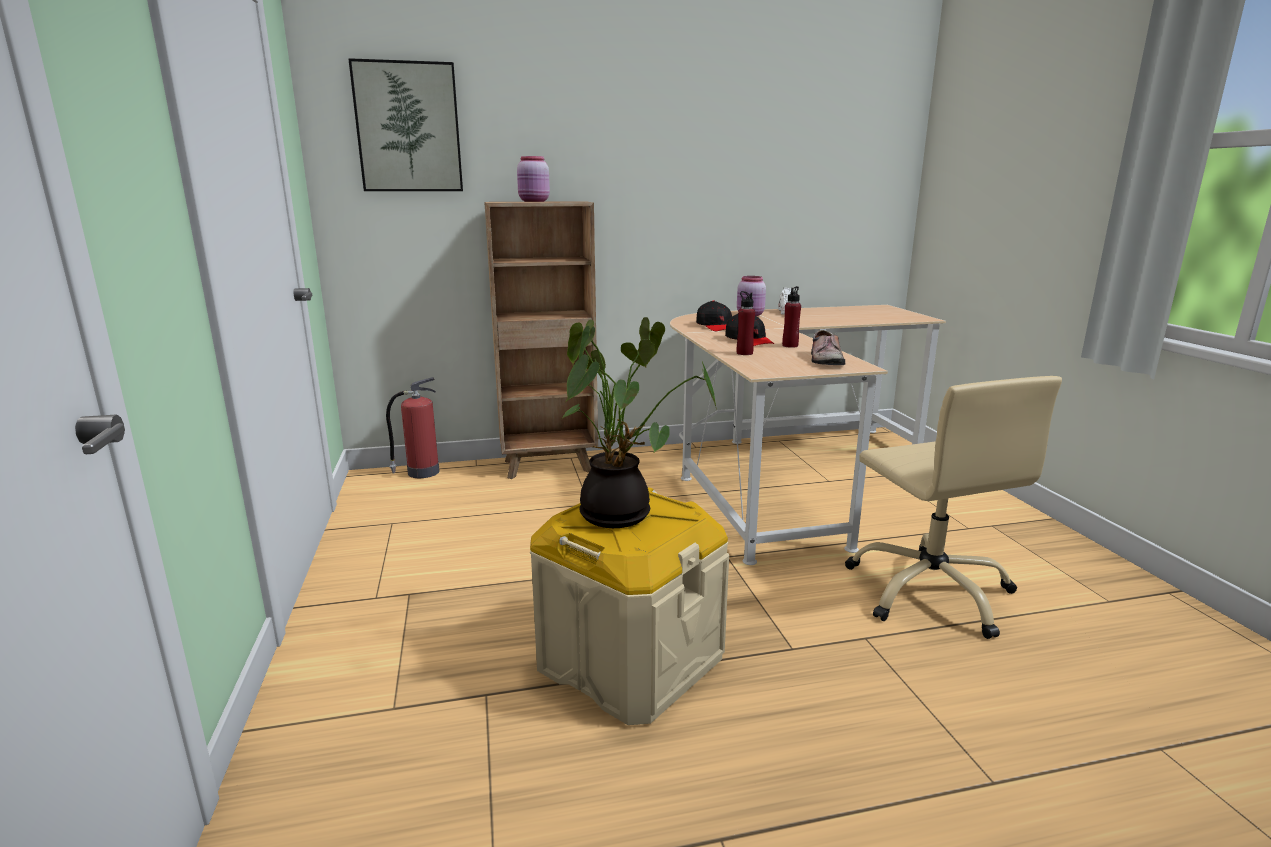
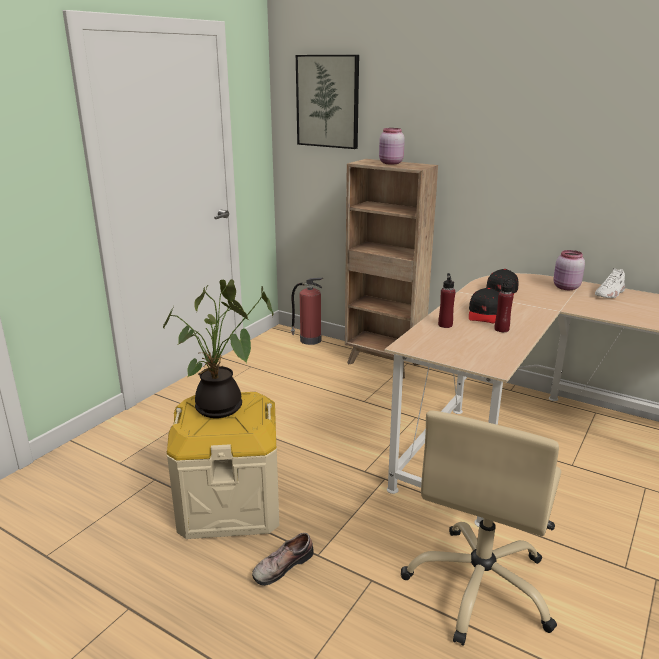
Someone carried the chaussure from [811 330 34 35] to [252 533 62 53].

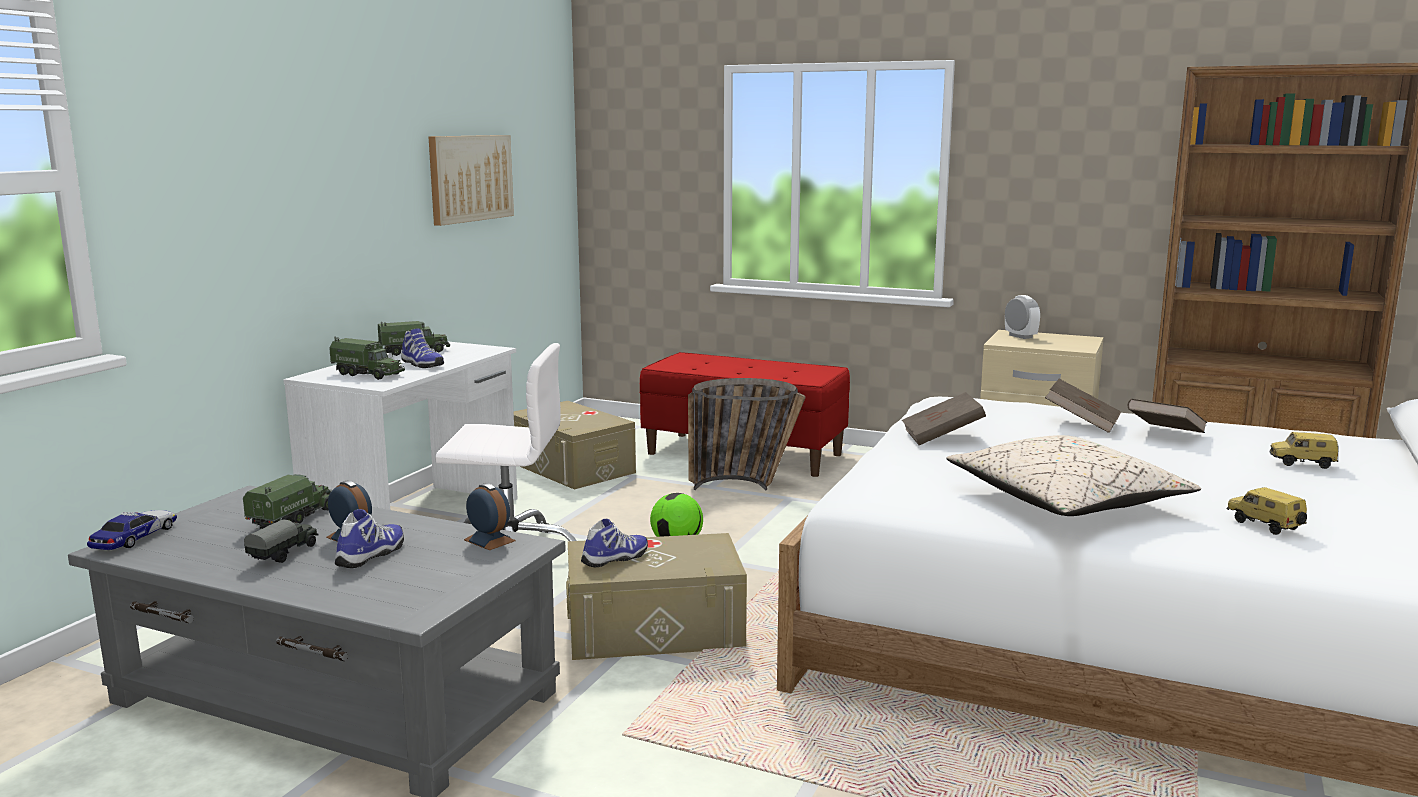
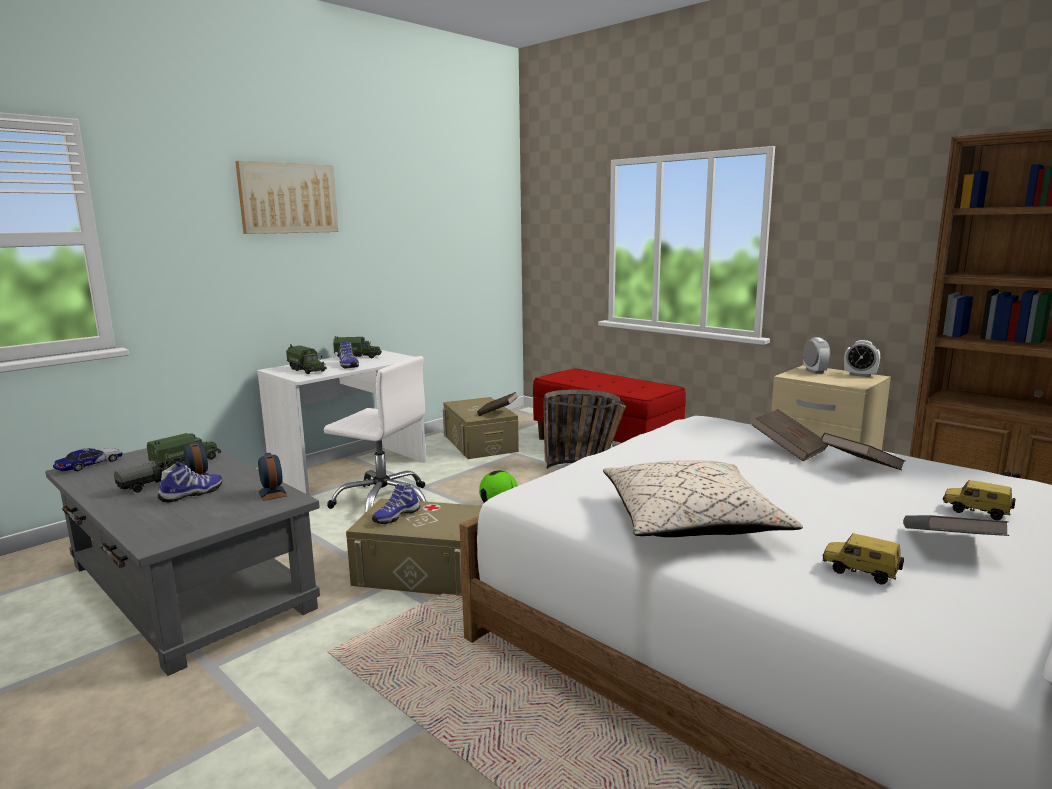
Someone put down the réveil at [844 340 36 37].
Someone put down the livre [gris] at [903 515 106 21].
Someone carried the tableau from [428 135 86 91] to [235 161 103 73].
Someone carried the livre [marron] from [902 392 84 53] to [477 392 41 24].
Someone rotated the chaussure at [581 519 67 48] by 150 degrees clockwise.
Someone rotated the petite voiture at [1227 487 80 48] by 45 degrees counterclockwise.

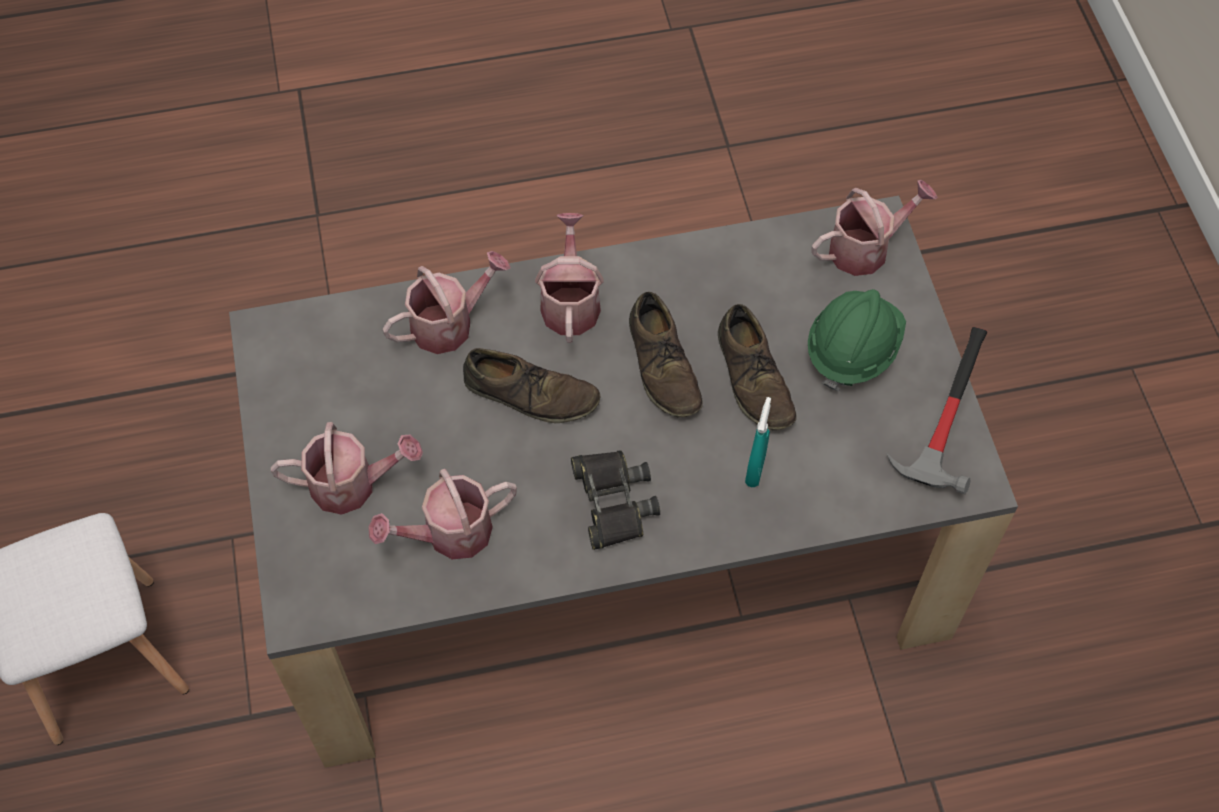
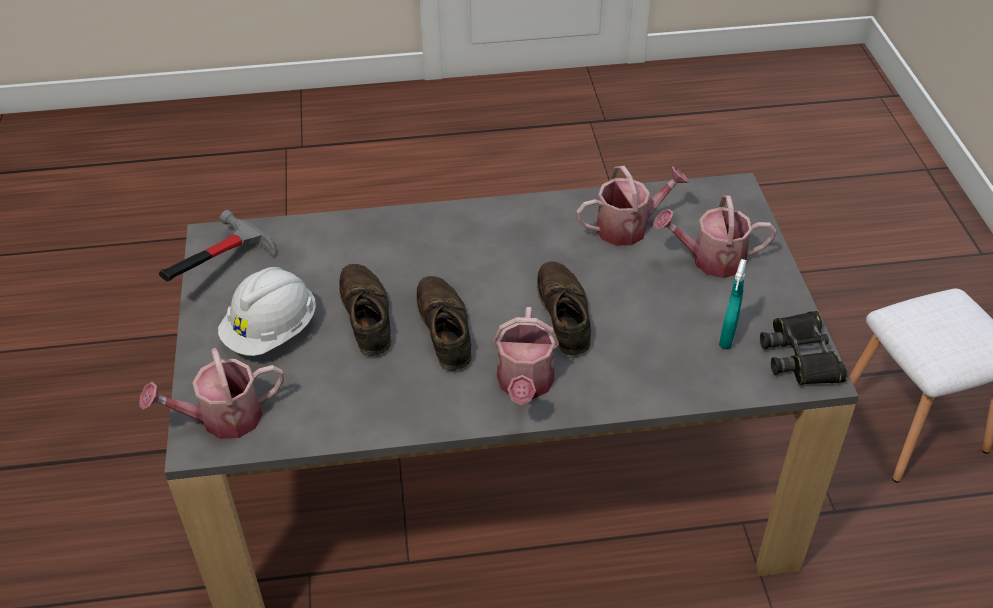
Someone took away the arrosoir at [382 251 129 103].
Someone carried the jumelles [noir] from [571 450 89 100] to [760 311 87 74].
Someone carried the vaporisateur [turquoise] from [745 397 26 90] to [719 259 28 90].
Someone repainted the casque de chantier [vert] at [808 289 98 103], which became the casque de chantier [blanc] at [218 267 98 89].
Someone rotated the chaussure [marron] at [463 348 137 75] by 60 degrees clockwise.

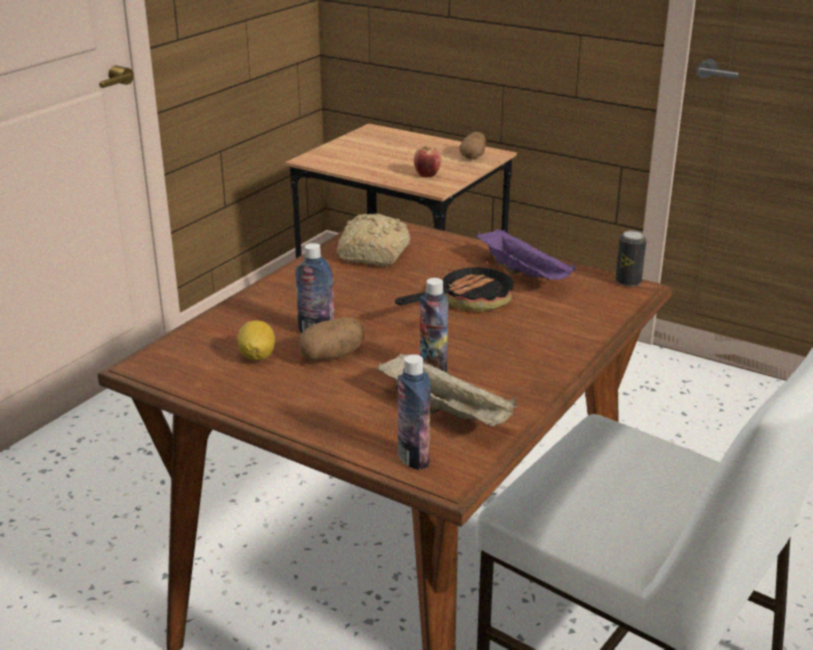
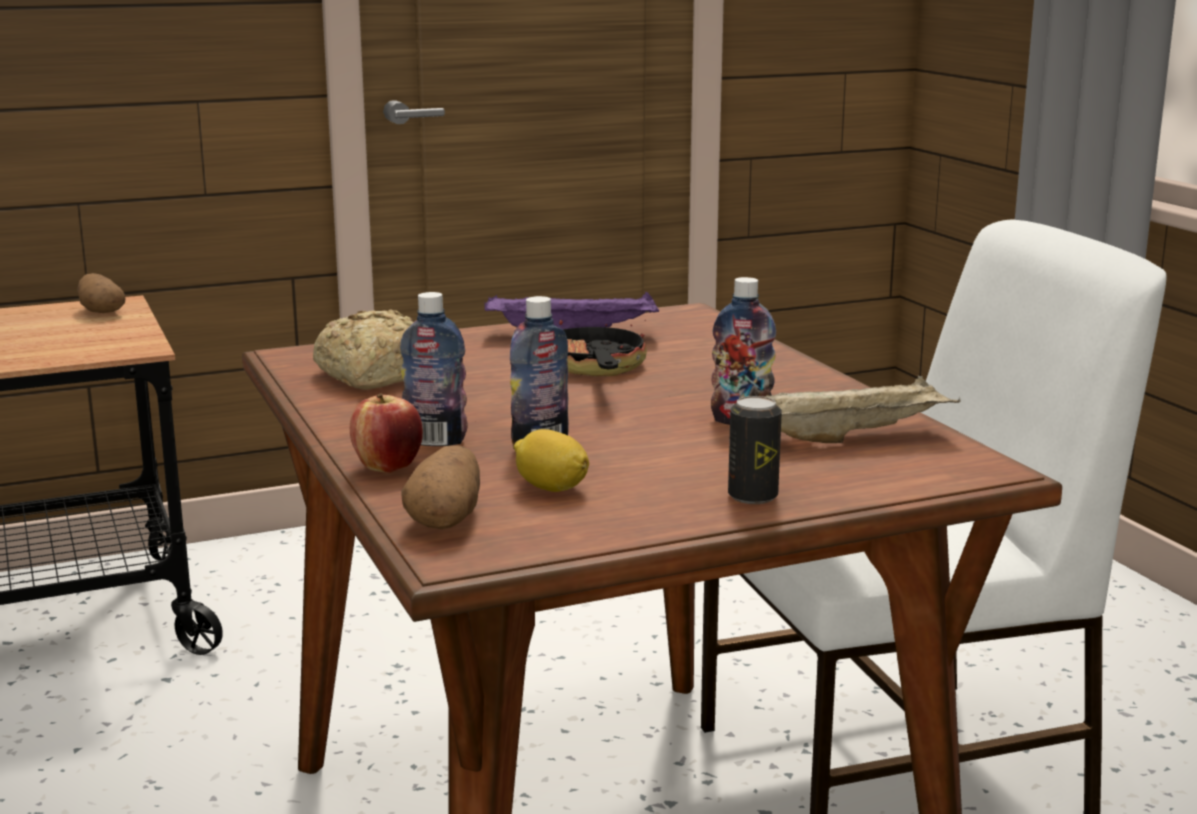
Someone carried the pomme de terre from [299 317 65 44] to [401 445 79 84].
Someone carried the bouteille from [398 354 32 116] to [400 292 68 154].
Someone carried the pomme from [414 146 27 31] to [350 393 73 80].
Someone carried the boîte métallique from [616 230 31 56] to [728 396 54 108].

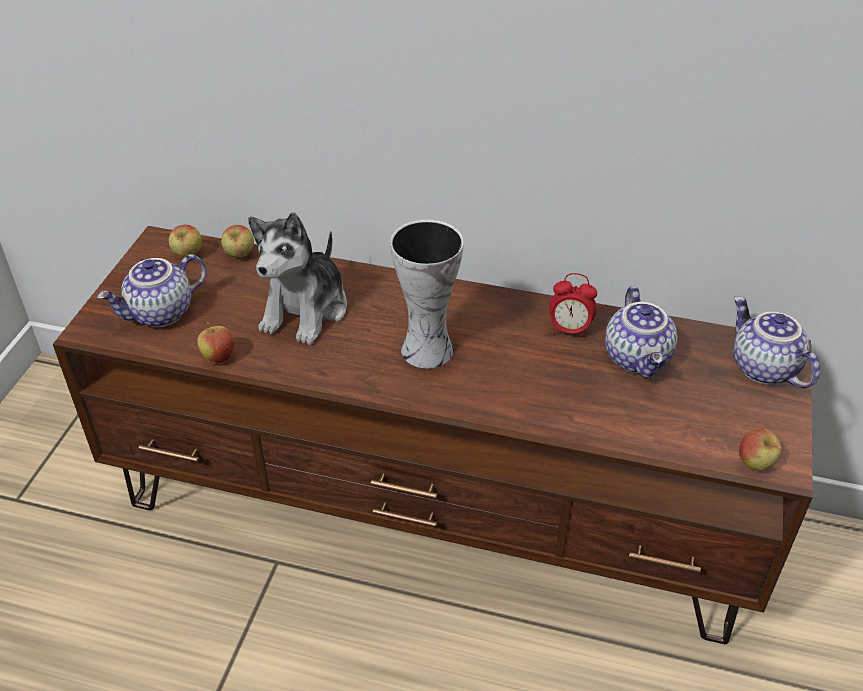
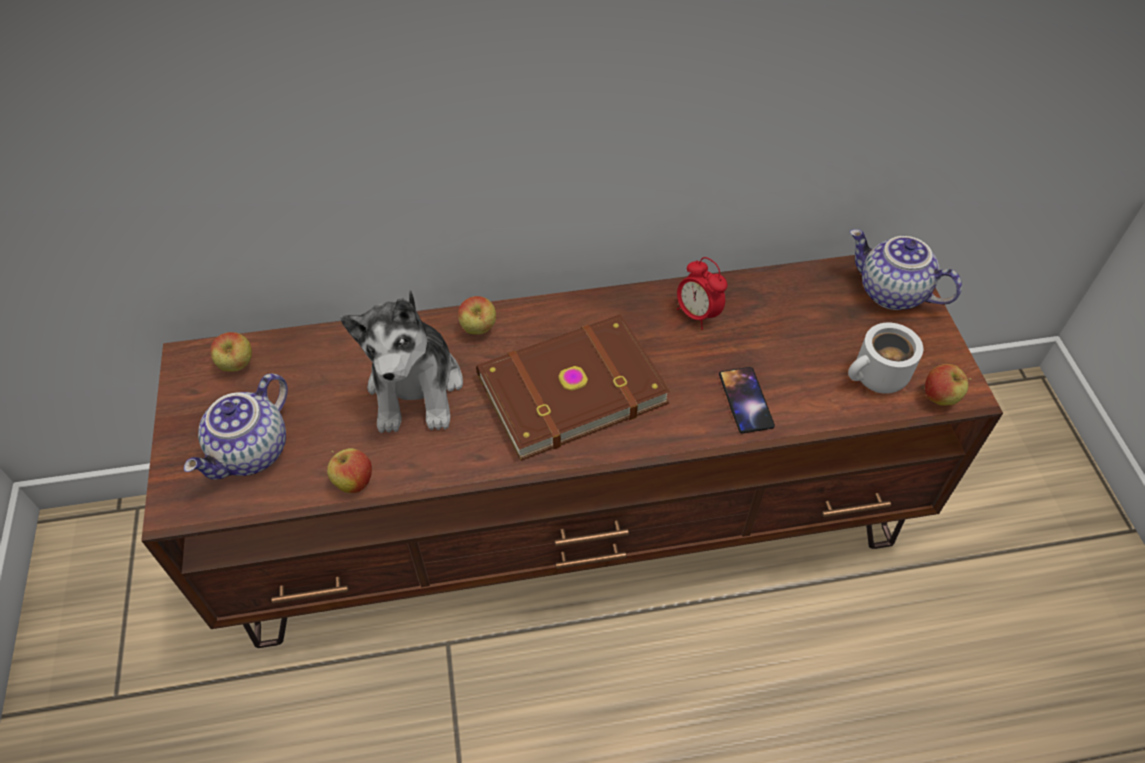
Someone took away the théière at [605 286 72 92].
Someone put down the téléphone at [719 367 56 66].
Someone put down the mug [blanc] at [848 323 75 71].
Someone carried the pomme from [221 225 33 33] to [458 296 38 38].
Someone swapped the vase at [390 220 74 149] for the livre [marron] at [476 314 195 147].
Someone rotated the réveil at [549 273 48 66] by 60 degrees clockwise.

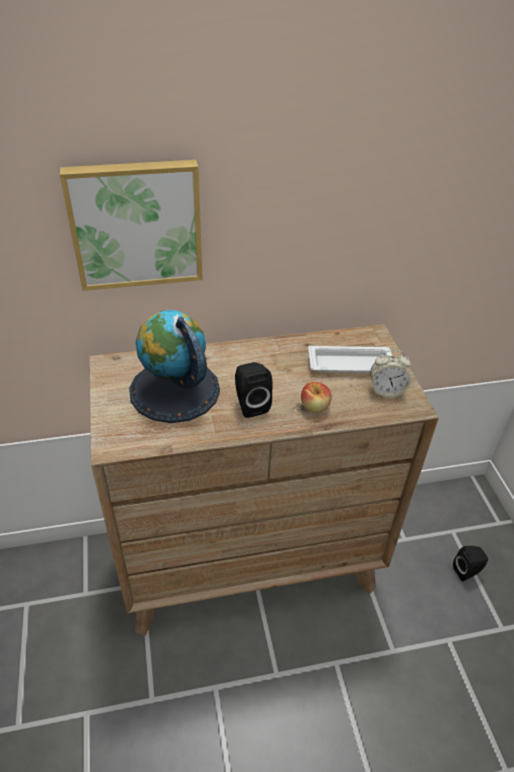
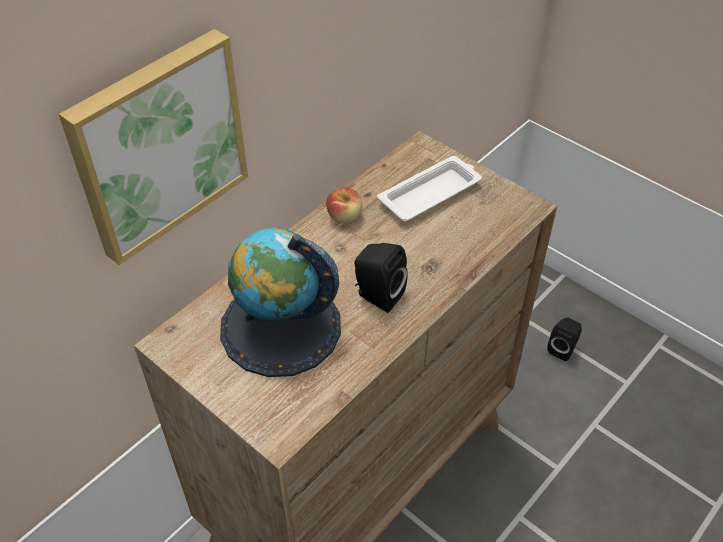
Someone took away the réveil at [370 350 41 48].
Someone carried the pomme from [301 382 31 31] to [326 187 36 37].

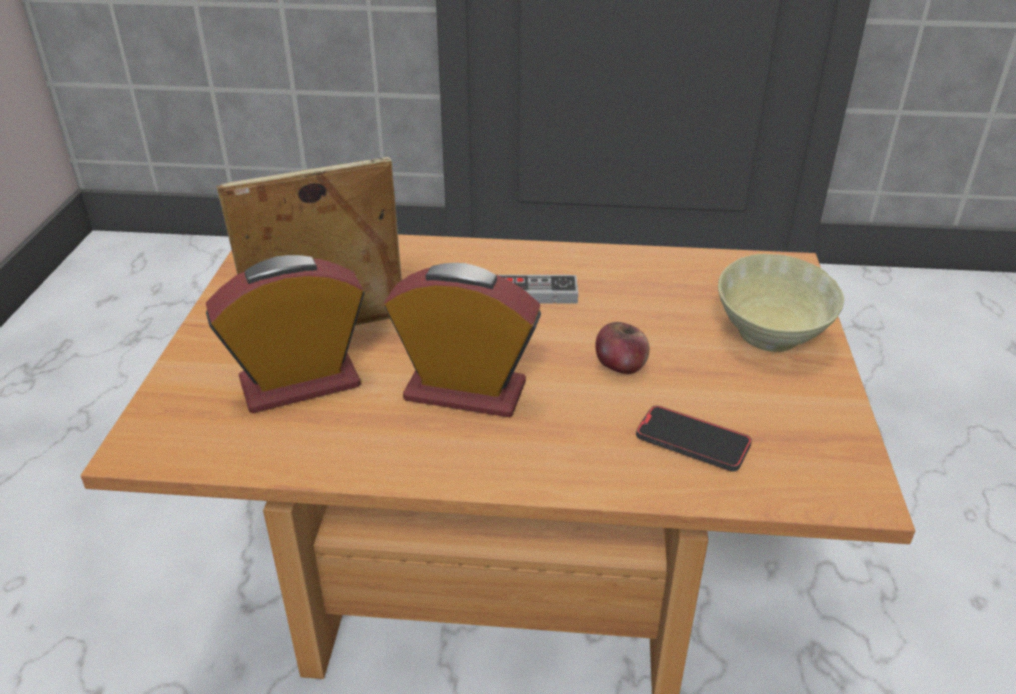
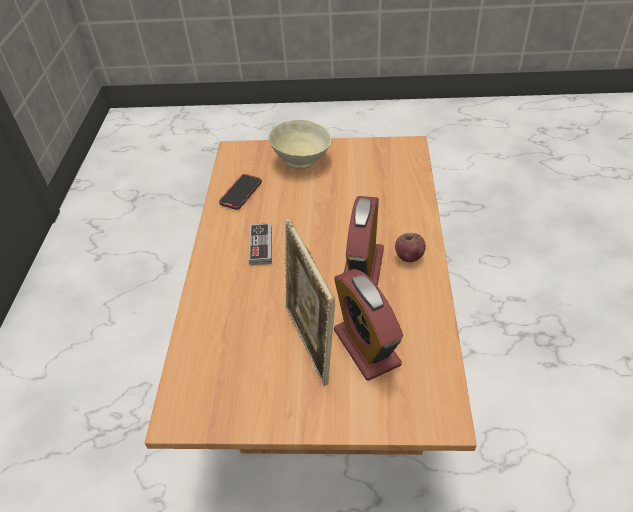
Someone carried the pomme from [595 322 55 52] to [395 233 31 29].
Someone carried the téléphone from [636 405 116 66] to [219 174 43 36].

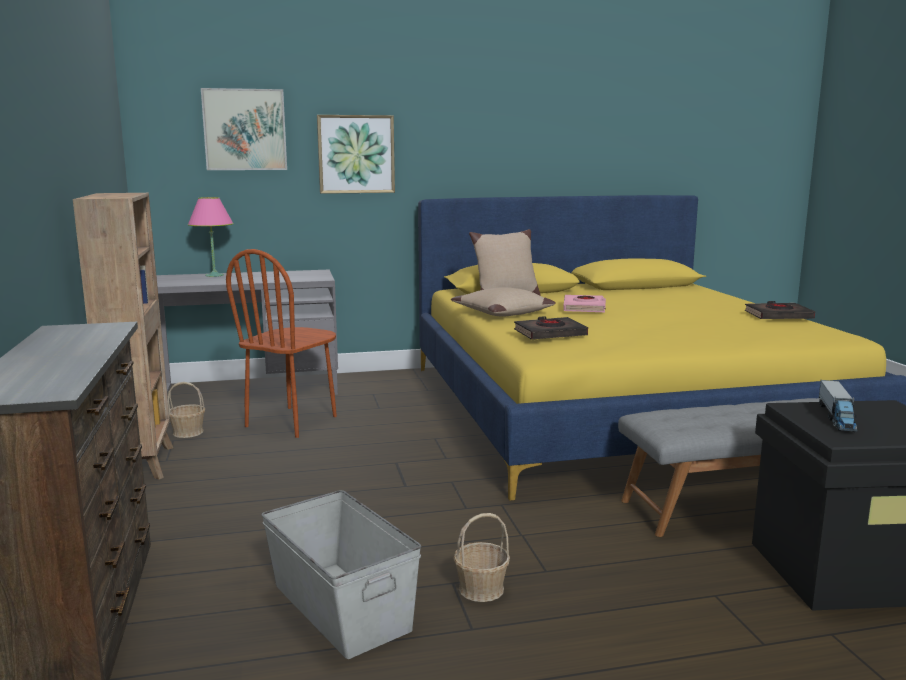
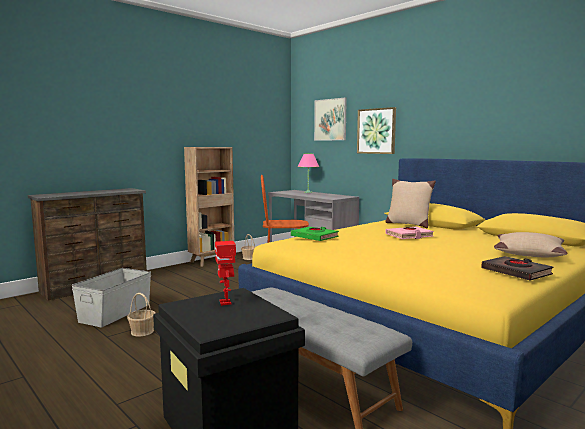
Someone carried the coussin [beige] from [451 287 105 30] to [494 232 74 25].
Someone swapped the camion jouet at [819 380 39 52] for the robot jouet at [215 241 21 65].
Someone repainted the livre [noir] at [514 316 74 24], which became the livre [vert] at [291 227 48 14].

